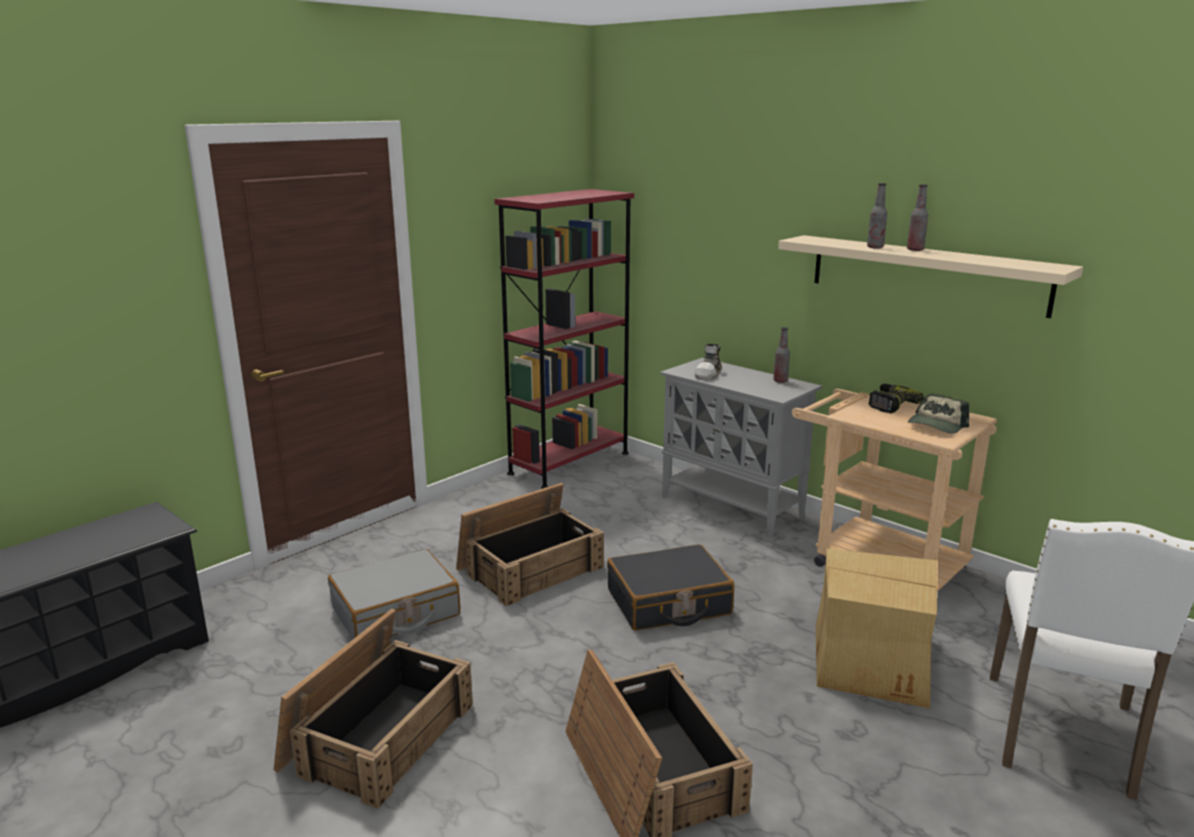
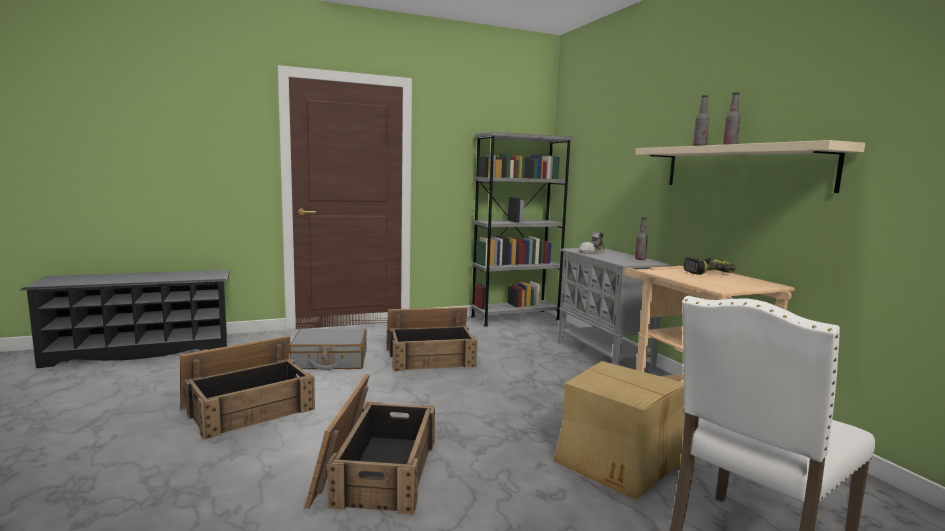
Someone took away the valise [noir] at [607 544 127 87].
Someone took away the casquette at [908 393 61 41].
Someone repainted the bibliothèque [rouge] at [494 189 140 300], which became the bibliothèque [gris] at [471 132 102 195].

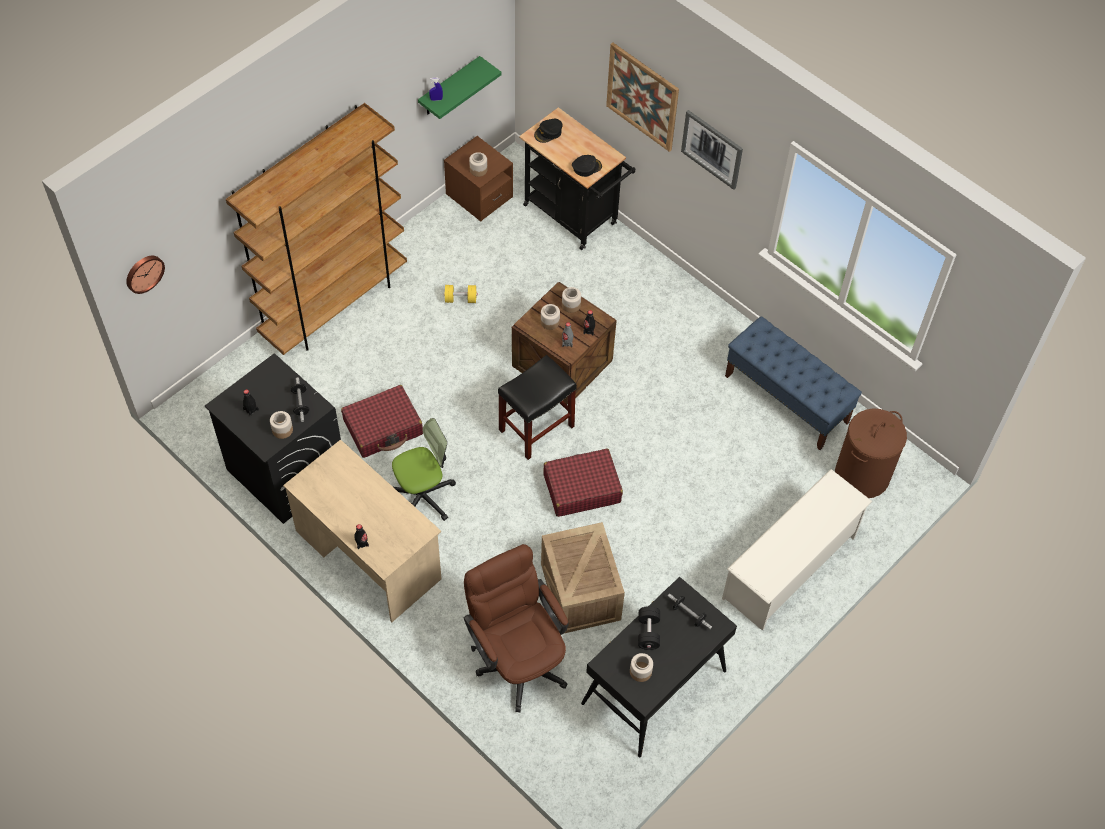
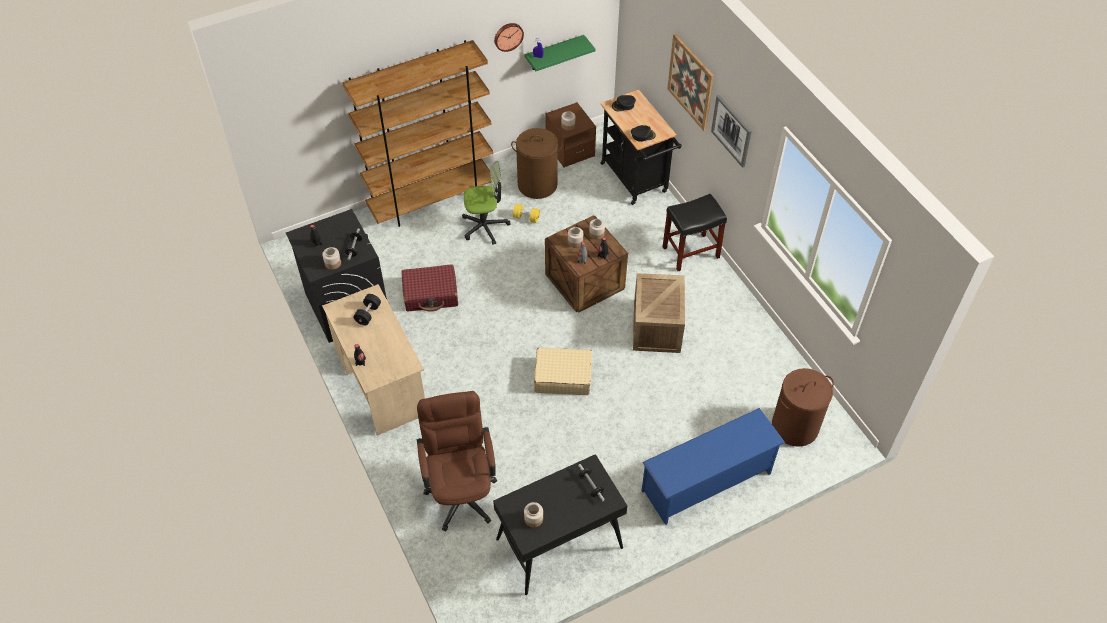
Someone took away the banc [bleu] at [725 316 137 134].
Someone put down the panier à linge [marron] at [511 128 52 71].
Someone carried the horloge murale from [126 256 39 38] to [494 23 30 29].
Someone carried the chaise de bureau from [392 418 64 103] to [462 160 49 85].
Someone carried the tabouret [noir] from [498 355 79 105] to [663 194 64 77].
Someone carried the caisse from [541 522 84 111] to [633 273 52 80].
Someone carried the haltère [noir] from [638 606 22 44] to [354 294 27 31].
Someone repainted the valise [rouge] at [543 448 80 69], which became the valise [beige] at [534 348 58 47].
Someone repainted the étagère à chaussures [blanc] at [722 469 150 162], which became the étagère à chaussures [bleu] at [642 408 143 117].

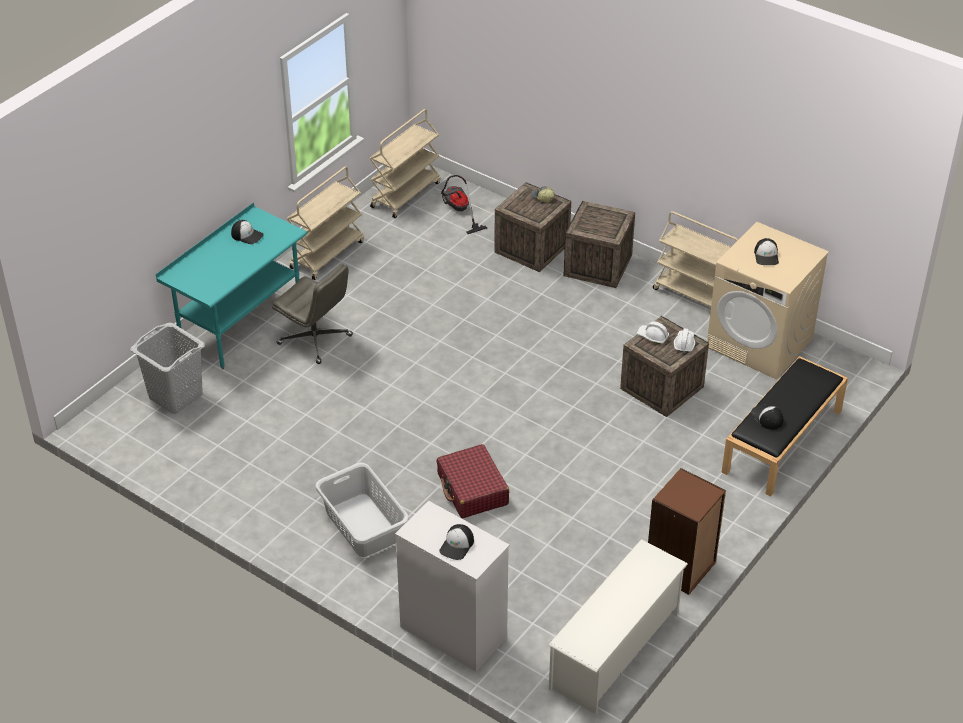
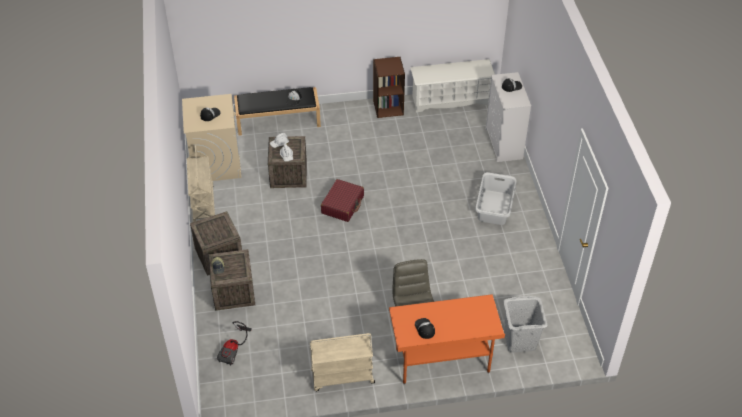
Someone took away the chariot [beige] at [369 109 71 109].
Someone carried the valise [rouge] from [437 444 72 74] to [321 179 43 43].
Someone repainted the bureau [turquoise] at [156 202 151 167], which became the bureau [orange] at [389 294 116 90].

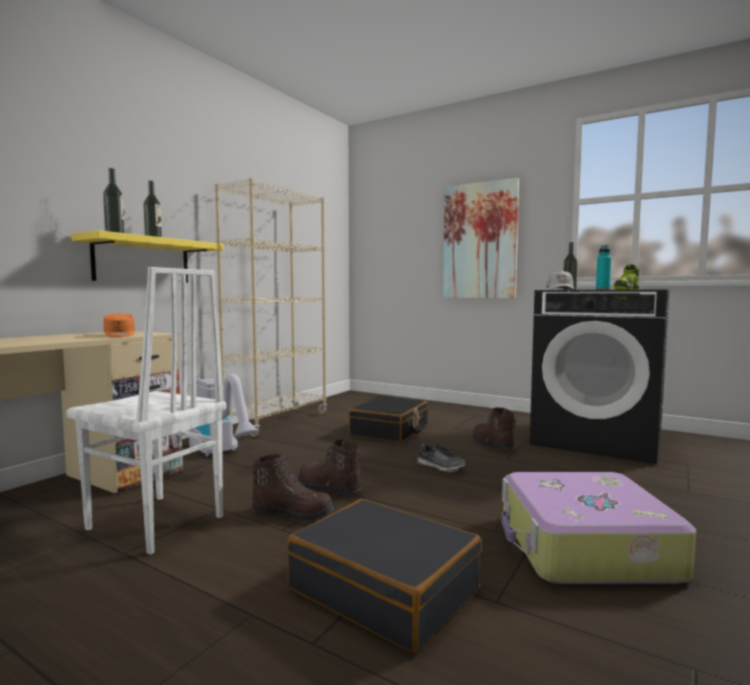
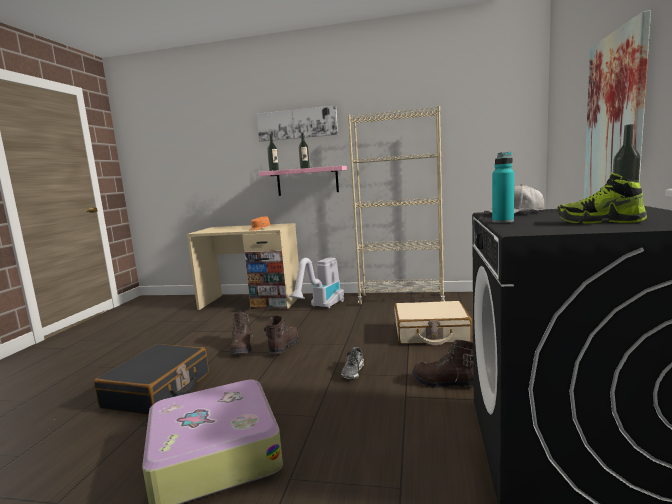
Someone took away the chaise [blanc] at [66 267 160 288].
Someone put up the tableau at [257 105 81 37].
Someone repainted the étagère [jaune] at [72 230 152 53], which became the étagère [rose] at [259 166 88 30].
Someone repainted the valise [noir] at [349 396 79 46], which became the valise [beige] at [395 301 77 44].
Someone rotated the botte [marron] at [473 408 43 42] by 120 degrees counterclockwise.

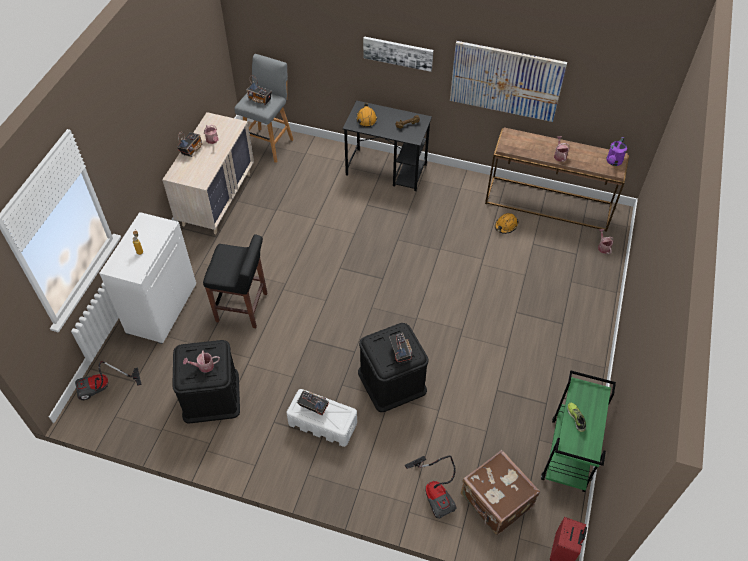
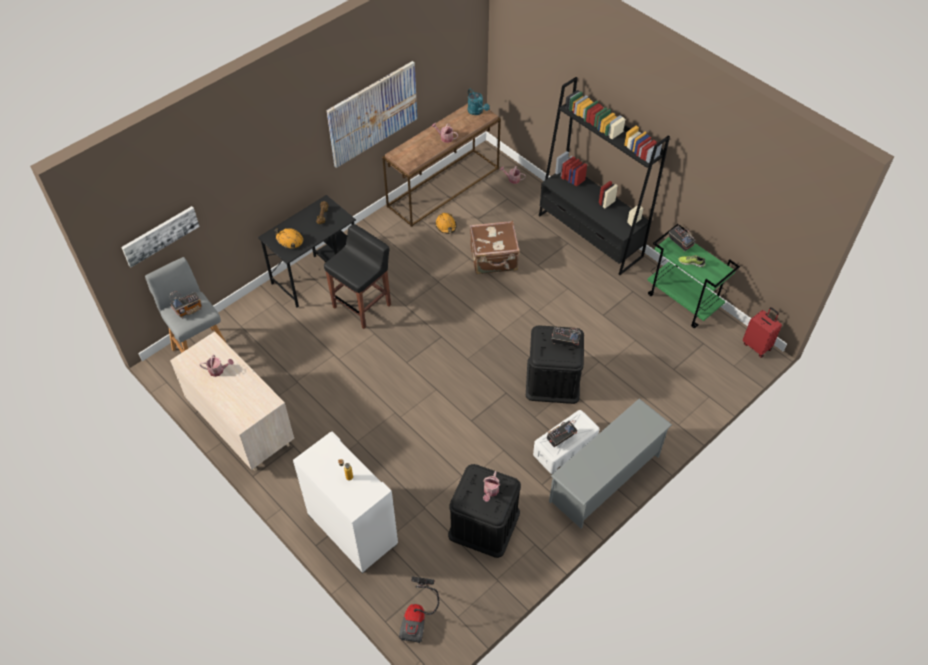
Someone took away the aspirateur at [405 455 52 64].
Someone put down the bibliothèque [noir] at [539 77 131 198].
Someone put down the étagère à chaussures [gris] at [549 399 123 129].
Someone carried the radio from [177 132 26 25] to [669 226 26 26].
Someone carried the tabouret [noir] from [203 234 64 94] to [324 224 67 105].
Someone carried the tableau from [363 36 71 36] to [121 206 79 61].
Someone carried the valise [marron] from [461 450 79 85] to [470 221 50 53].
Someone repainted the arrosoir [violet] at [606 137 21 29], which became the arrosoir [turquoise] at [468 88 22 27].

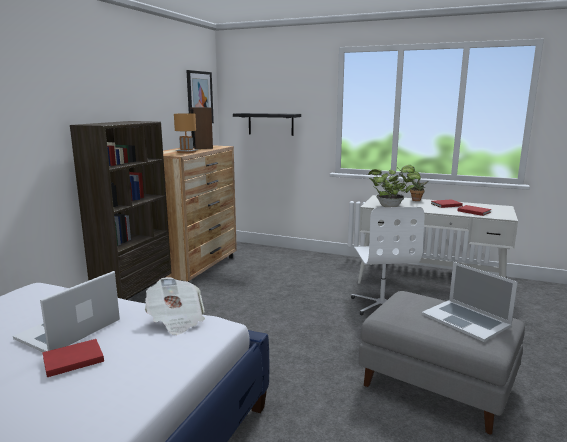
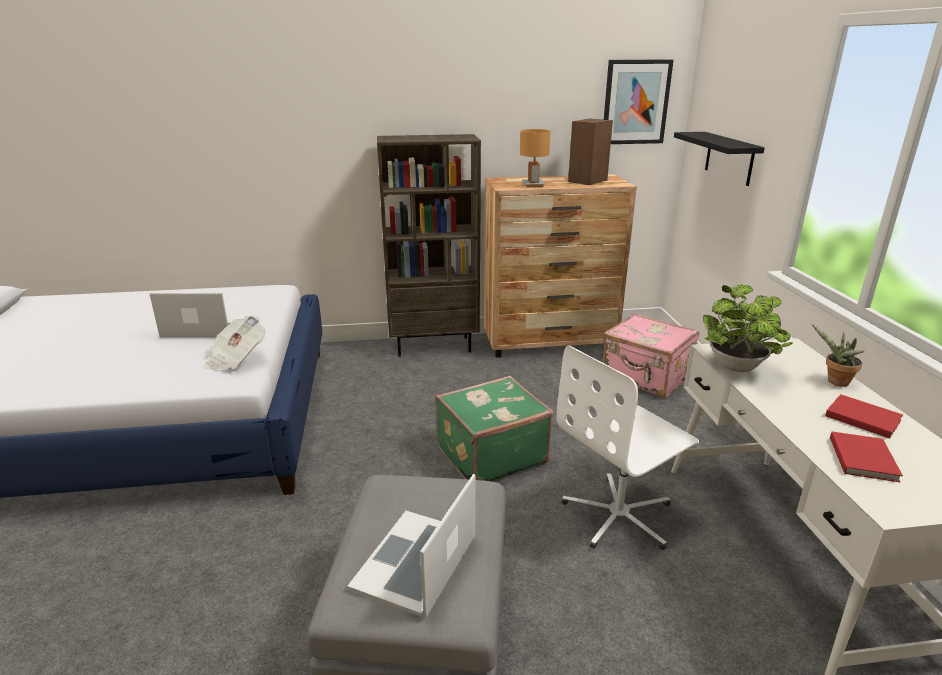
Someone took away the livre [rouge] at [42 339 62 38].
Someone put down the valise [vert] at [435 376 118 105].
Someone put down the valise [rose] at [602 313 97 85].

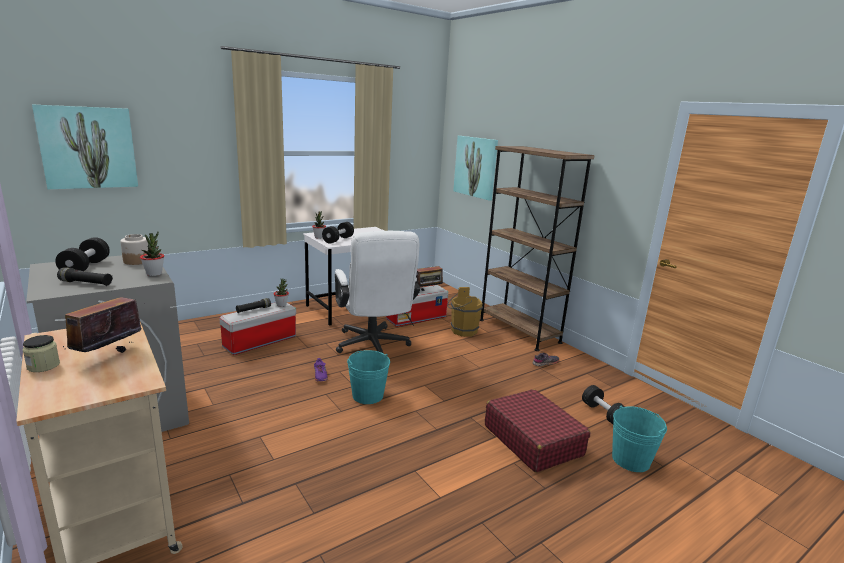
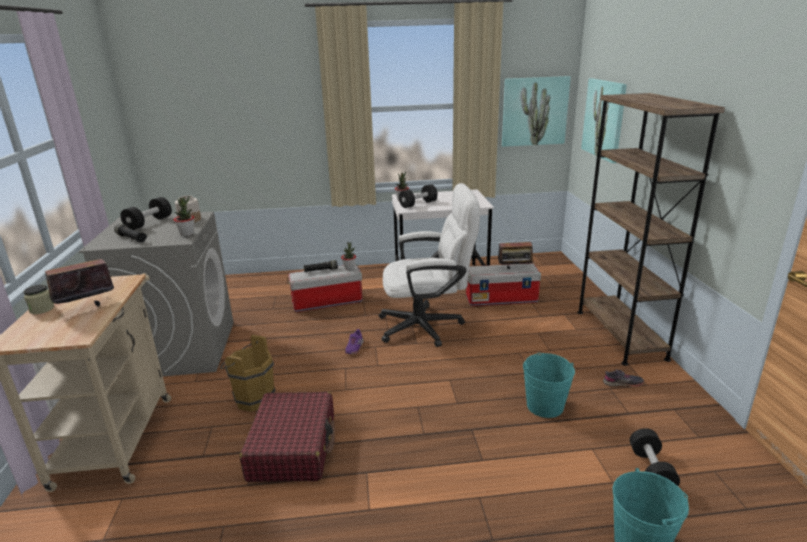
Someone carried the tableau from [32 105 106 84] to [502 76 69 71].
Someone carried the seau [turquoise] from [347 350 43 54] to [523 353 52 65].
Someone carried the seau [marron] from [447 287 36 50] to [220 335 55 77].
Someone carried the valise [rouge] from [485 389 105 83] to [240 392 95 90].
Someone rotated the chaise de bureau [blanc] at [335 231 85 123] by 105 degrees counterclockwise.

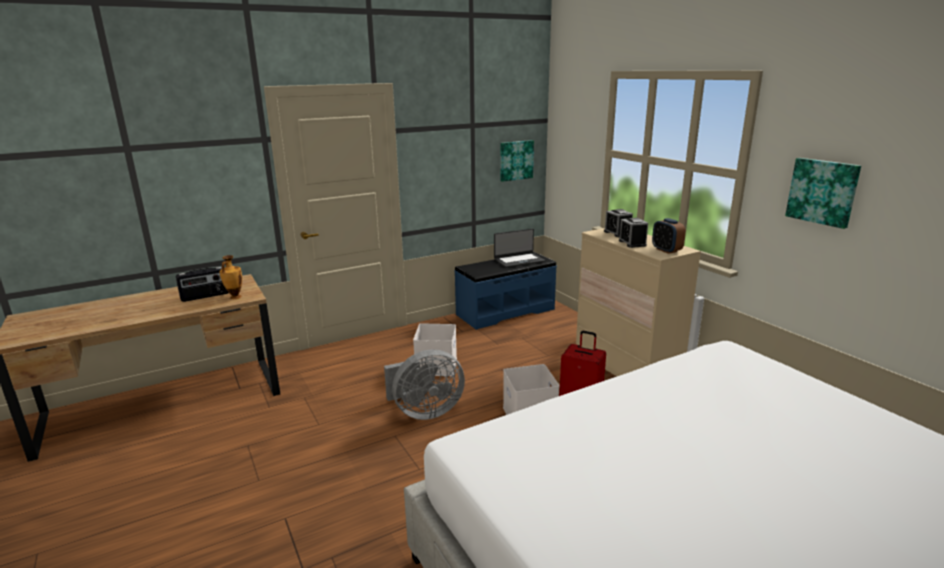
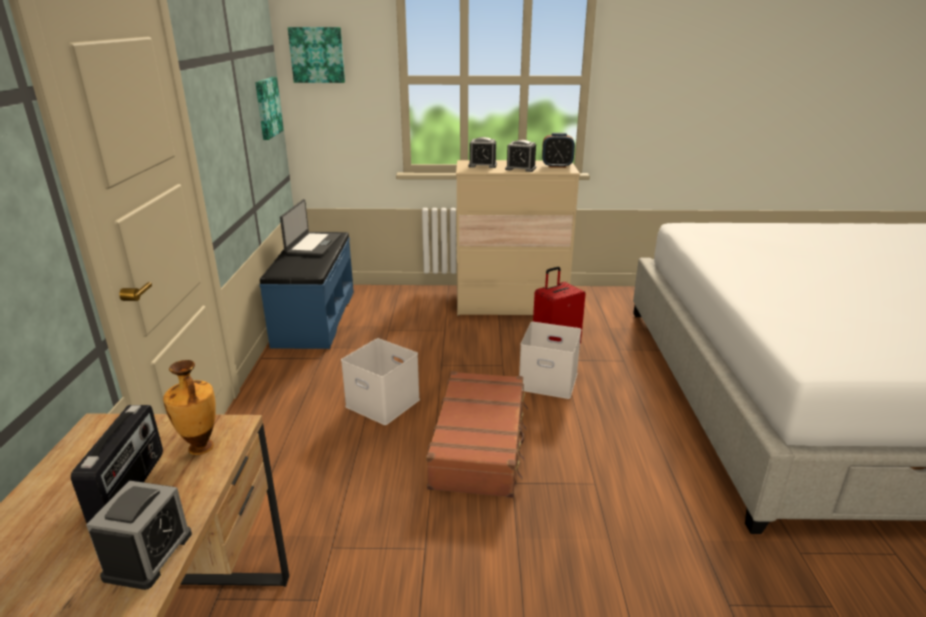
Someone put down the réveil at [86 481 106 109].
Someone carried the tableau from [785 158 76 71] to [288 27 57 56].
Someone swapped the ventilateur [gris] at [384 349 81 71] for the valise [marron] at [426 371 102 127].

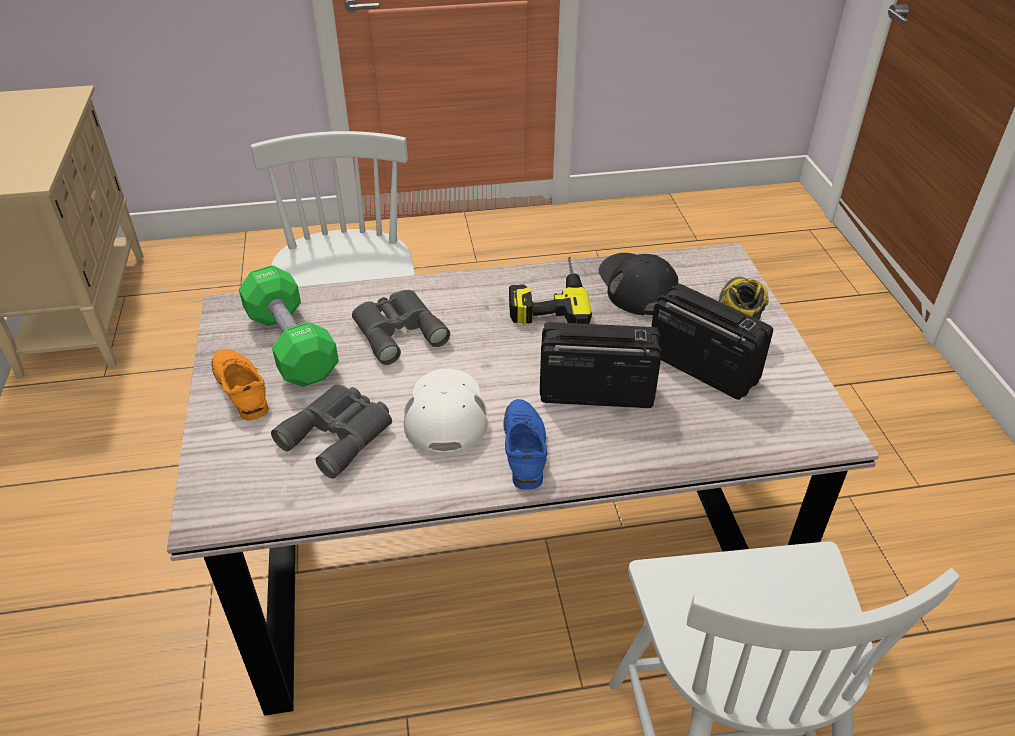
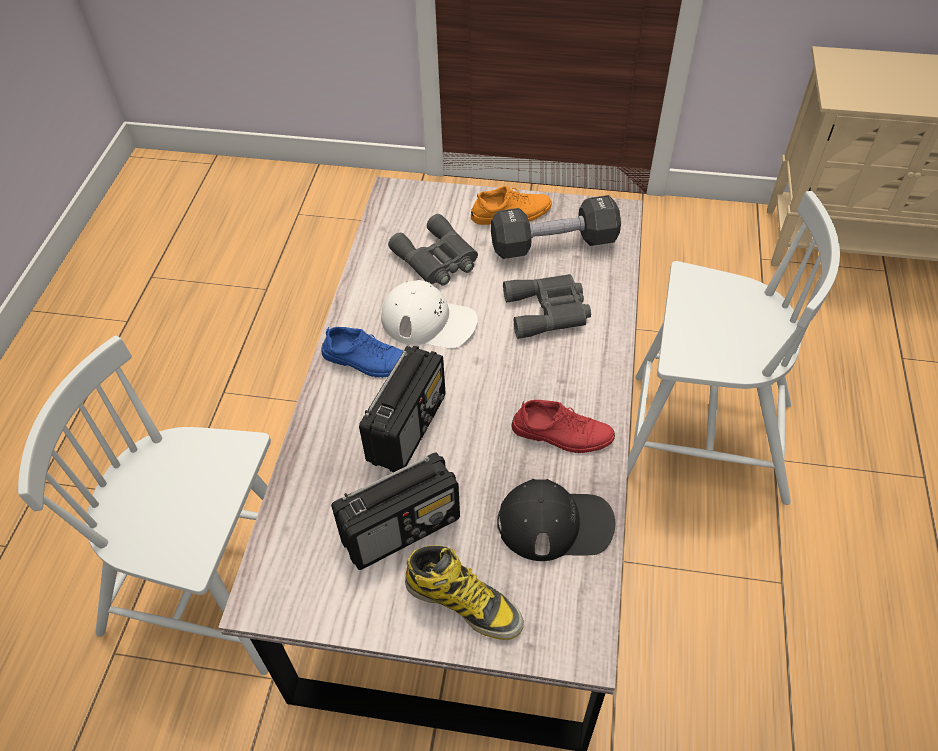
Someone swapped the perceuse at [509 257 83 68] for the chaussure [rouge] at [511 400 104 53].
Someone repainted the haltère [vert] at [239 265 100 122], which became the haltère [noir] at [491 195 130 64].

